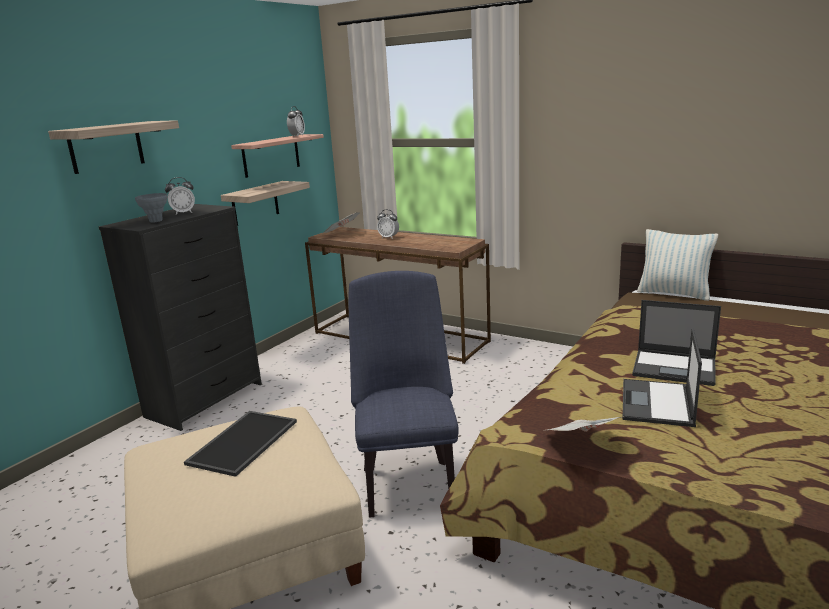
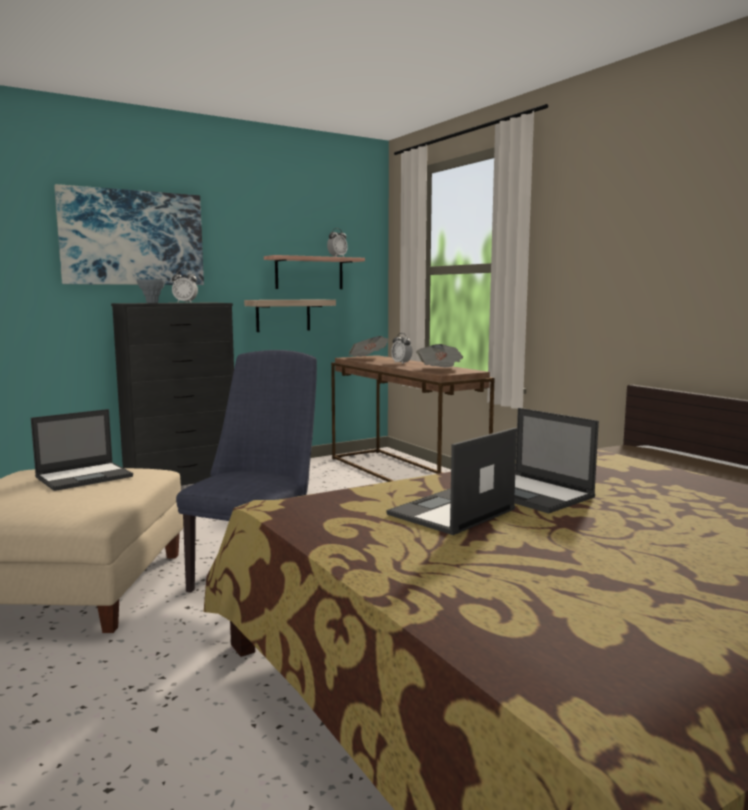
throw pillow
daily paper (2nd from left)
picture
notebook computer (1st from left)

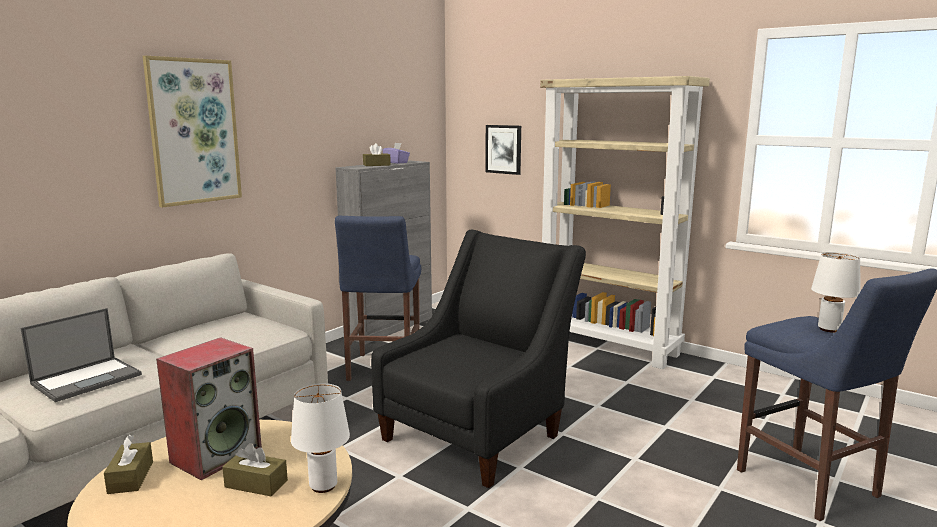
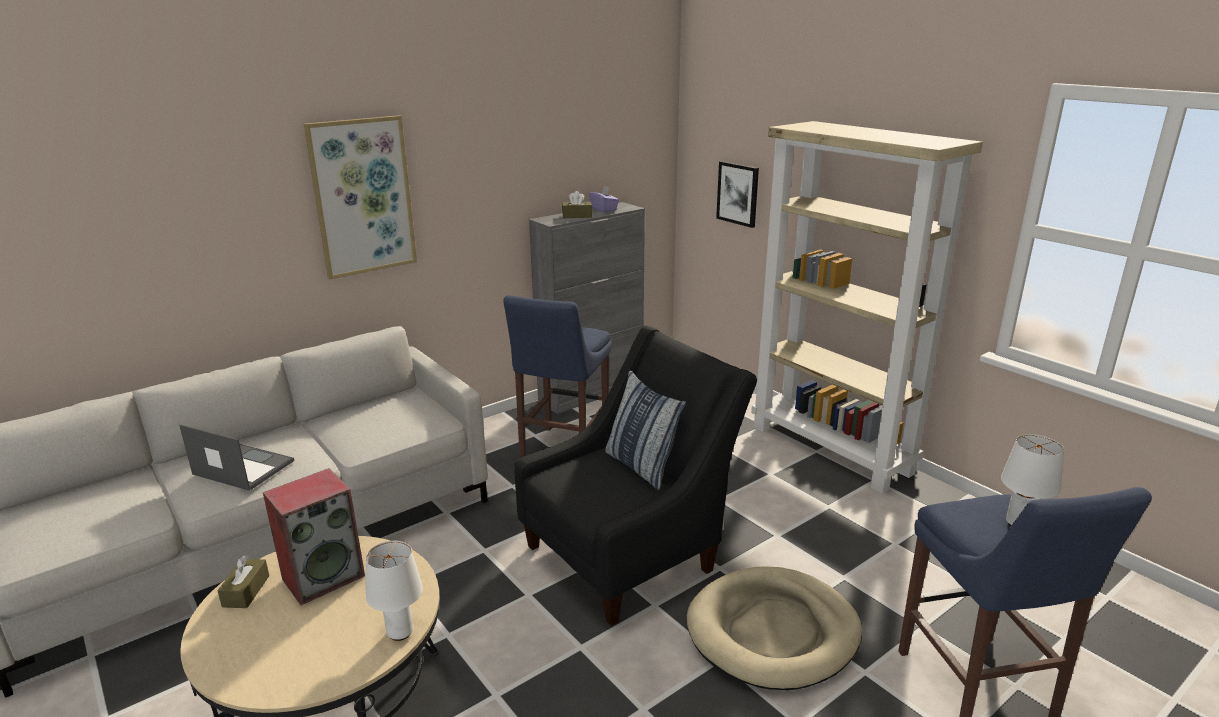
tissue holder (brown-coloured) (2nd from left in the first image)
throw pillow
pet bed (beige)
notebook computer

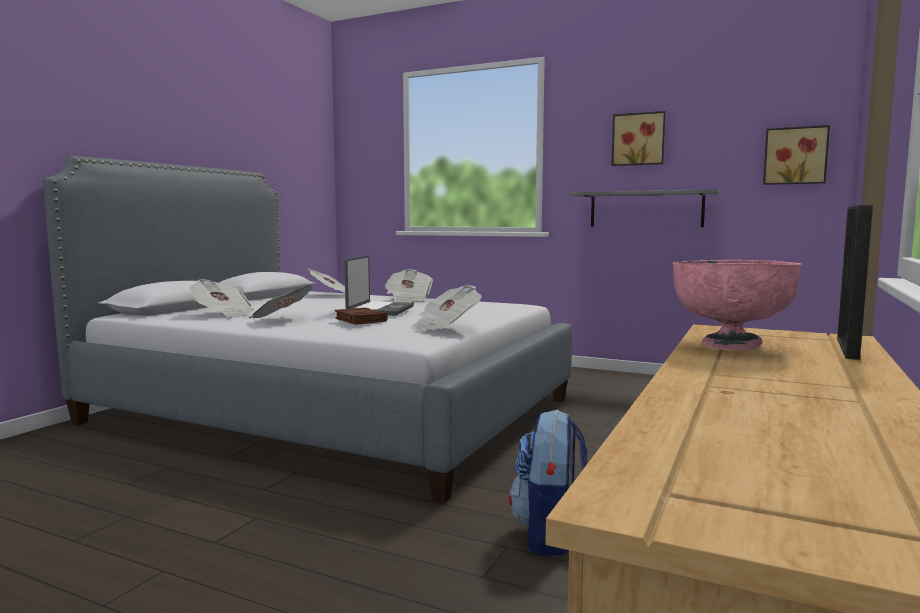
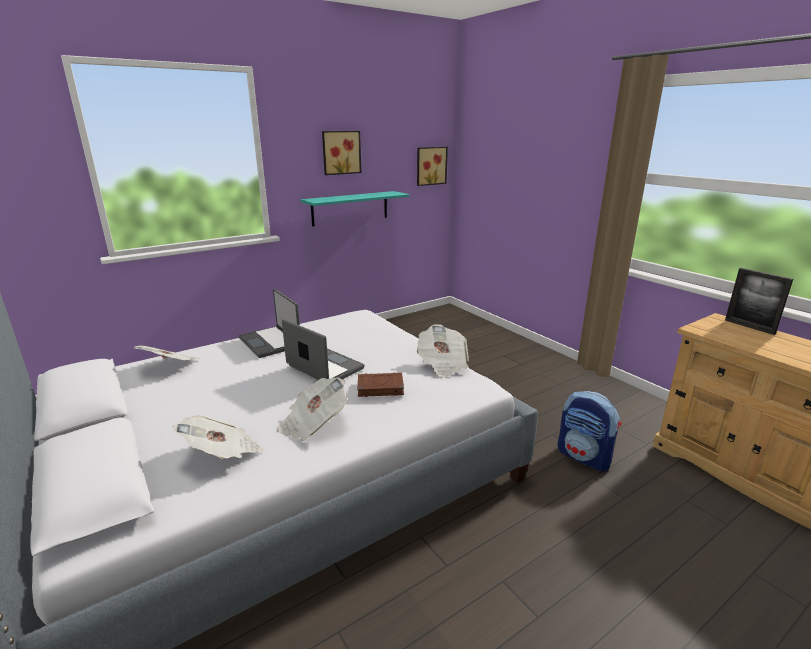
serving bowl (pinkish)
notebook computer (1st from left)
shelf (turquoise-coloured)

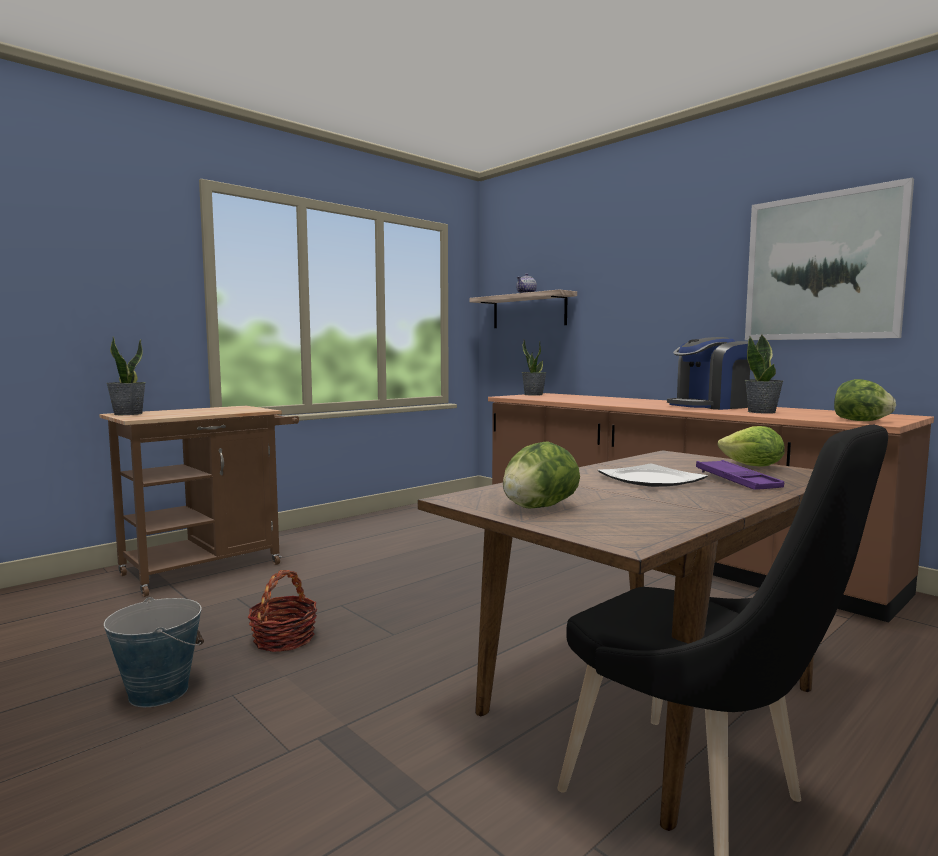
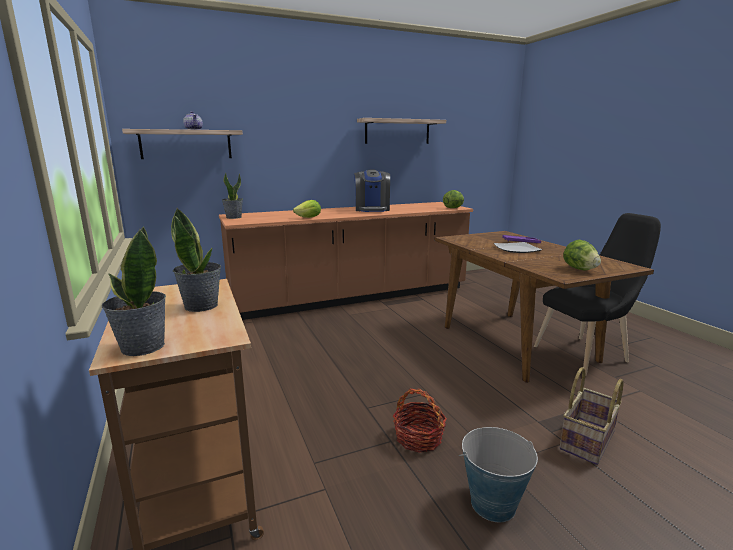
basket (2nd from left)
lettuce head (1st from left)
plant in a pot (2nd from left)
shelf (2nd from left)

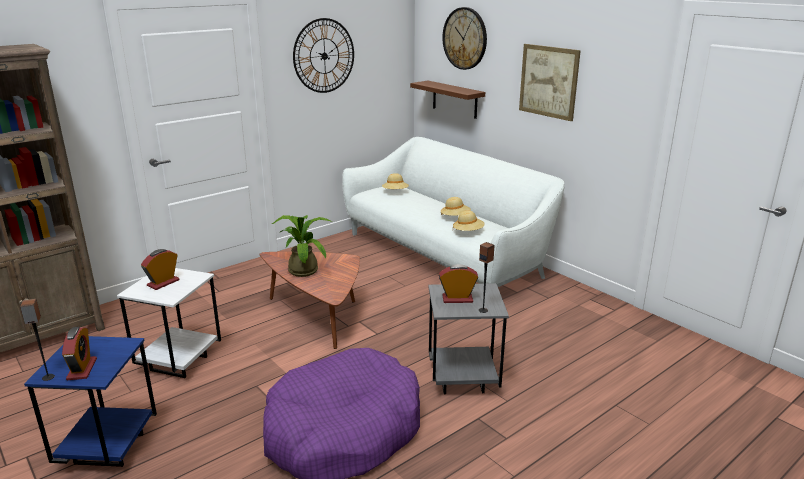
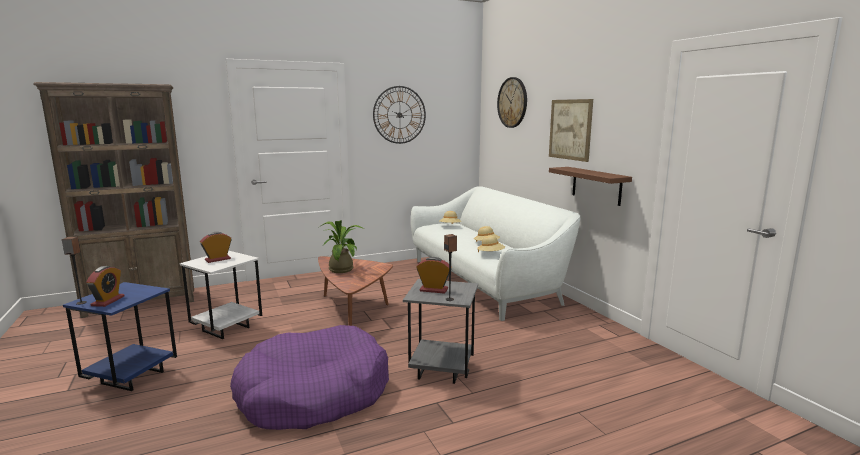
shelf (brown-coloured)

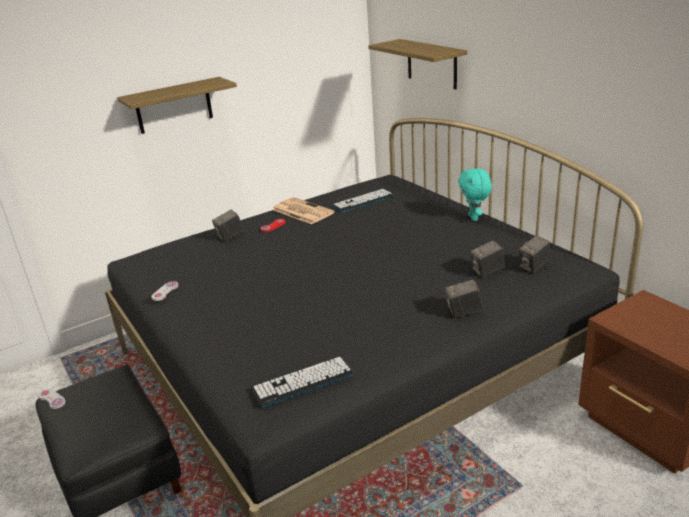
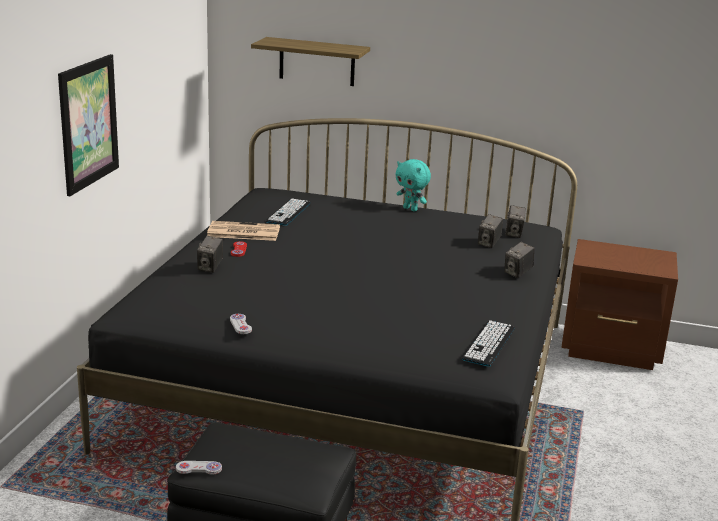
picture

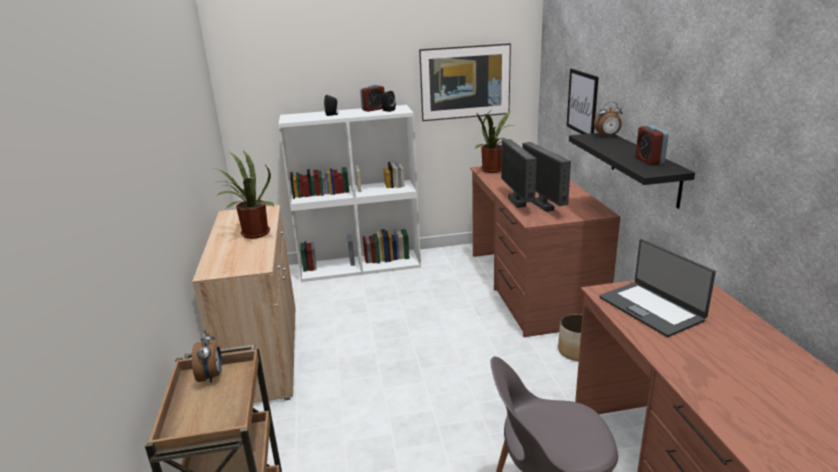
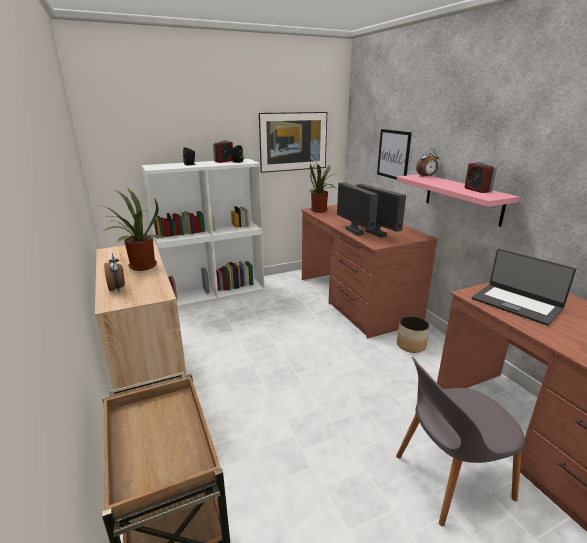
alarm clock (1st from left)
shelf (pinkish)

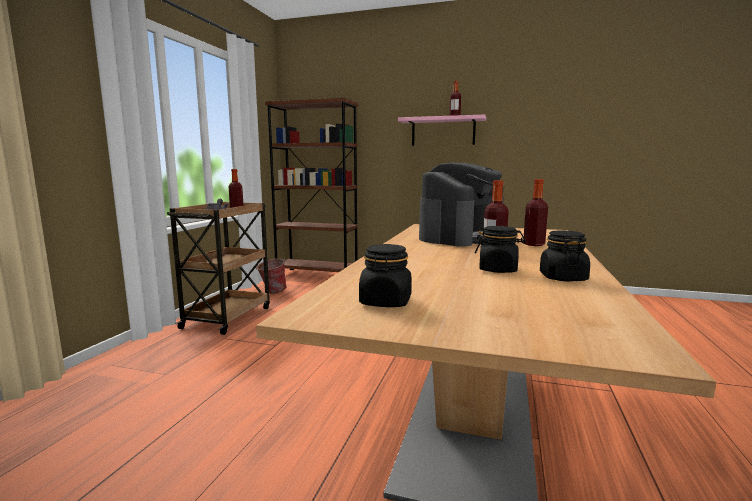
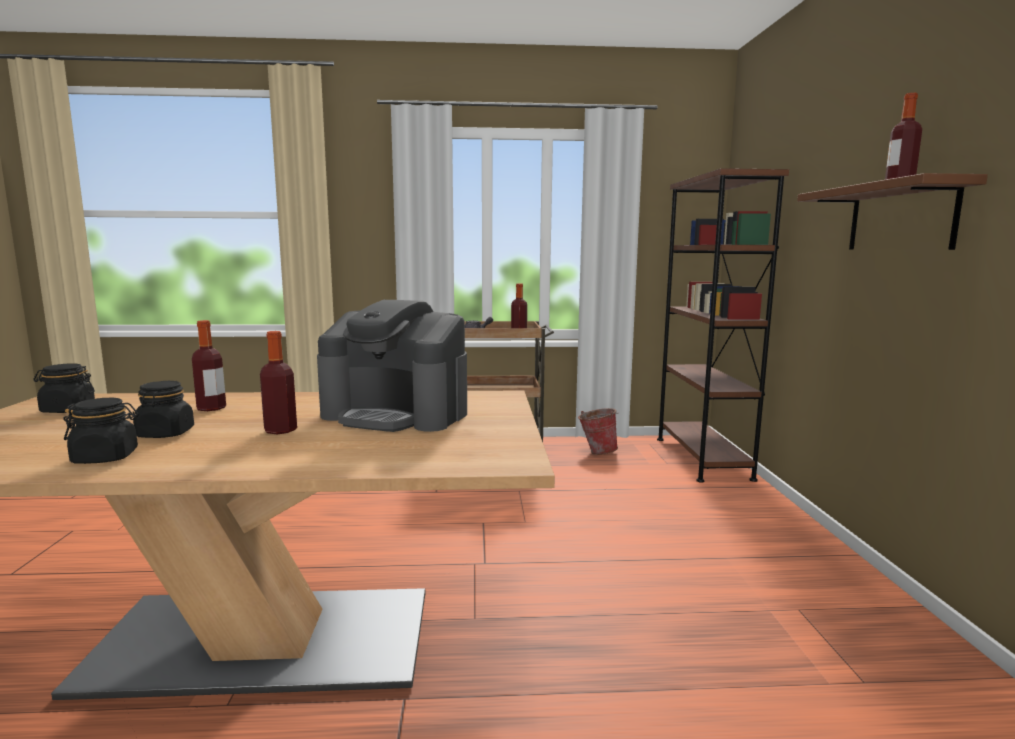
beverage bottle (1st from left)
shelf (brown-coloured)

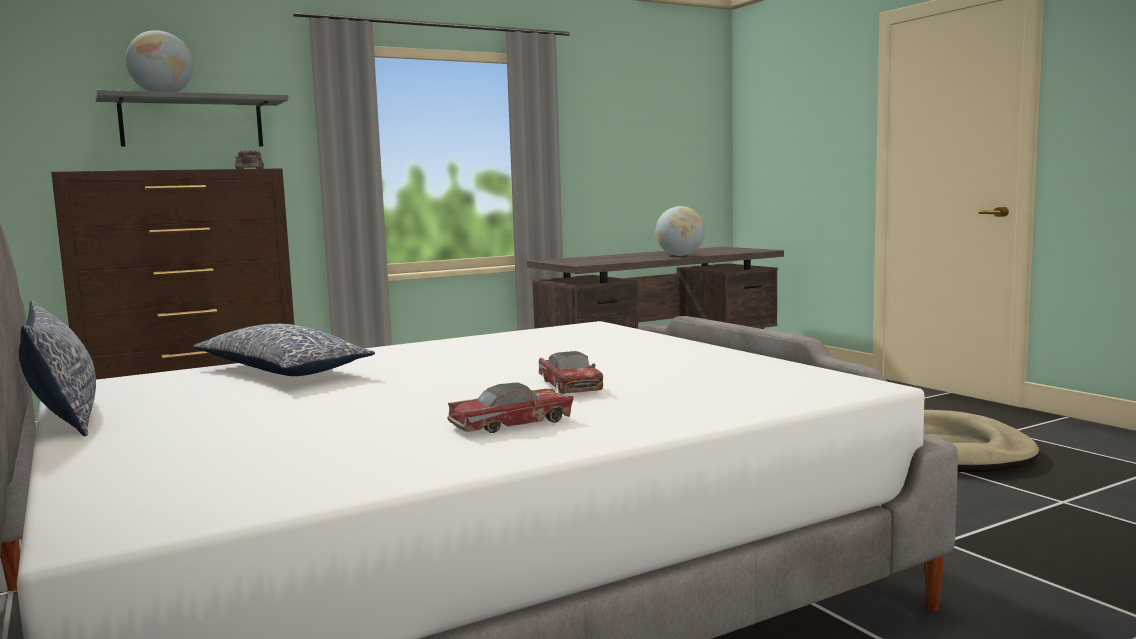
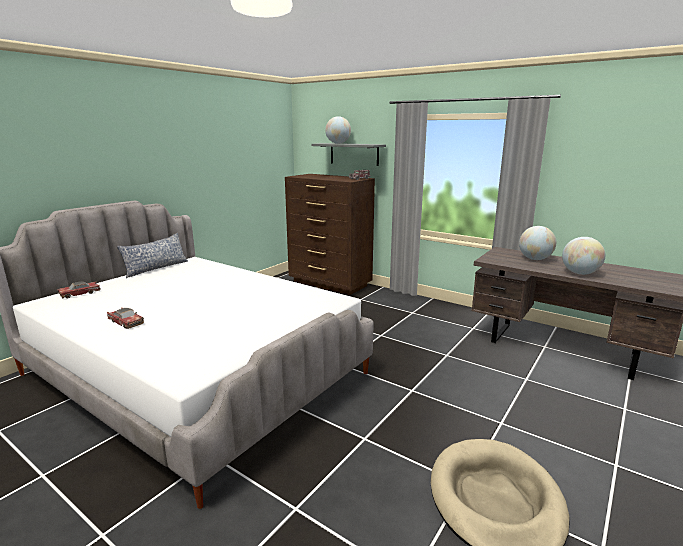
throw pillow (2nd from left in the first image)
globe (2nd from left)
miniature car (1st from left)

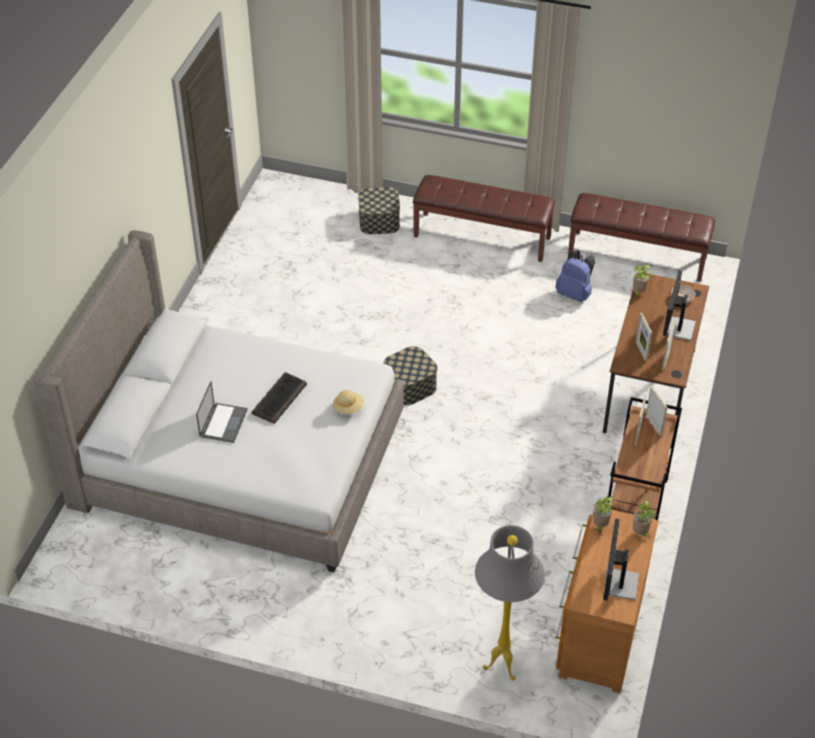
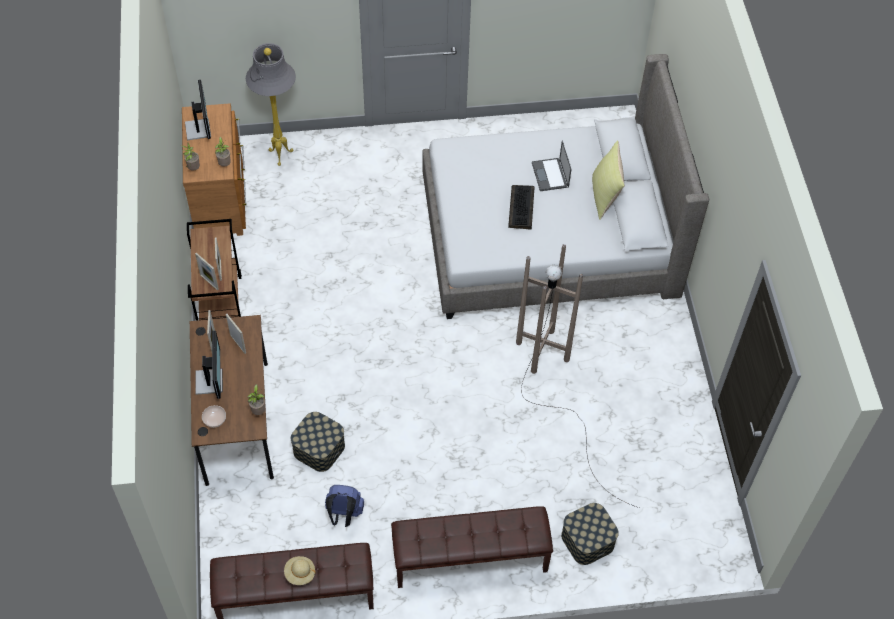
floor lamp (brown-coloured)
throw pillow (yellowish)
clothing hat (beige)
storage bin (1st from left)

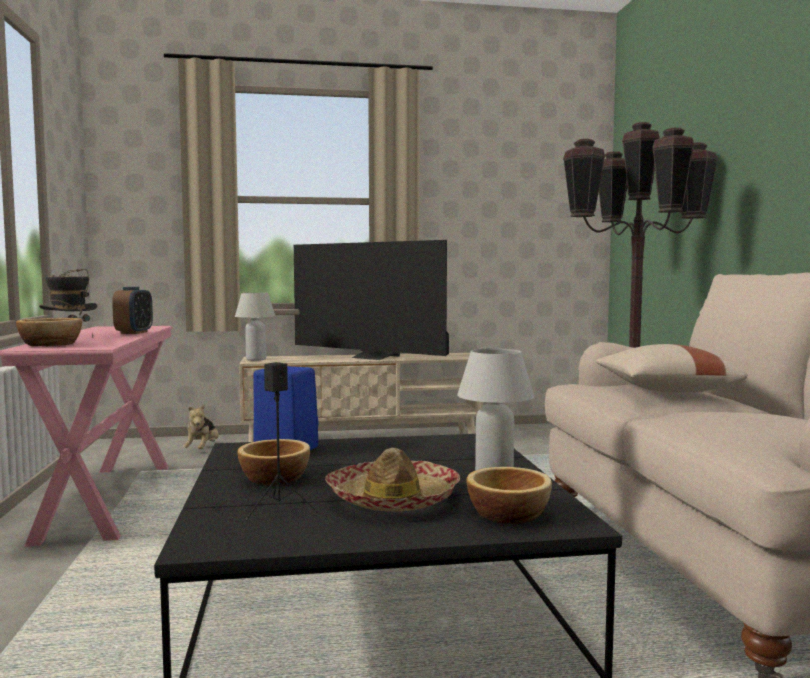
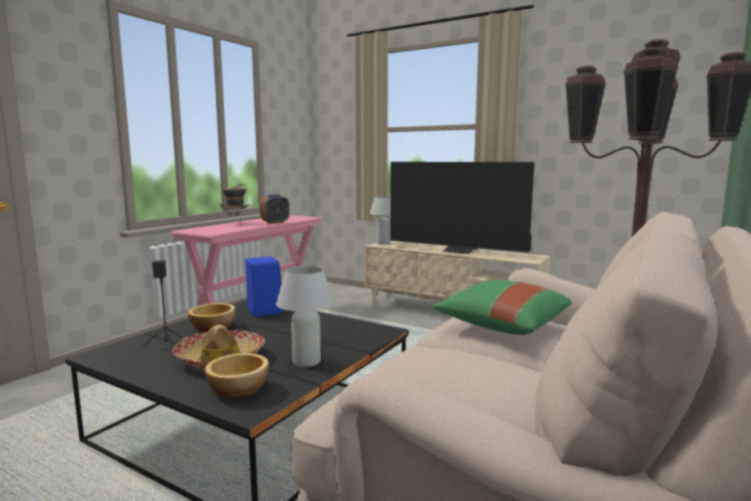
serving bowl (1st from left in the first image)
cuddly toy
throw pillow (green)
TV set

